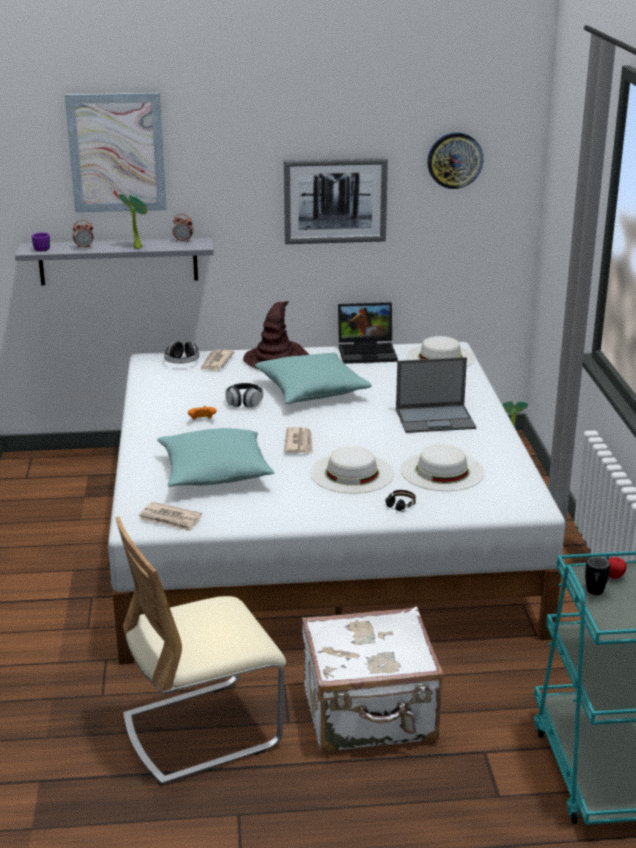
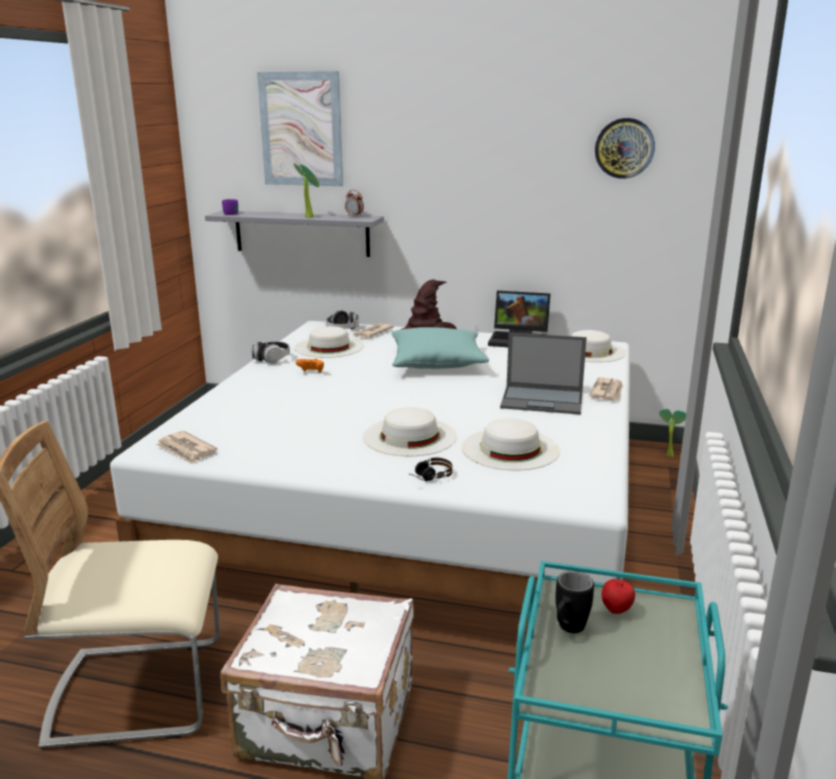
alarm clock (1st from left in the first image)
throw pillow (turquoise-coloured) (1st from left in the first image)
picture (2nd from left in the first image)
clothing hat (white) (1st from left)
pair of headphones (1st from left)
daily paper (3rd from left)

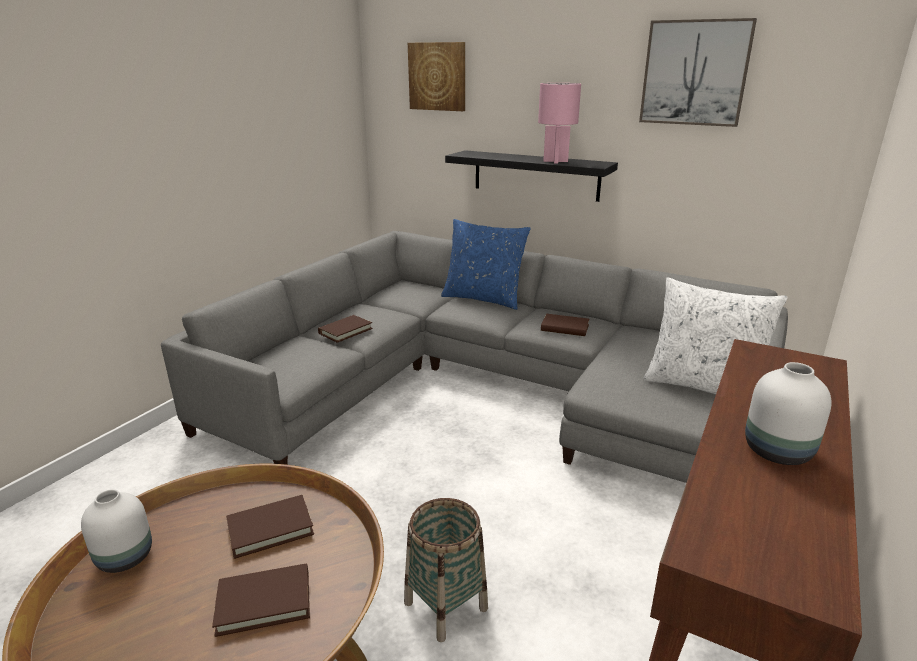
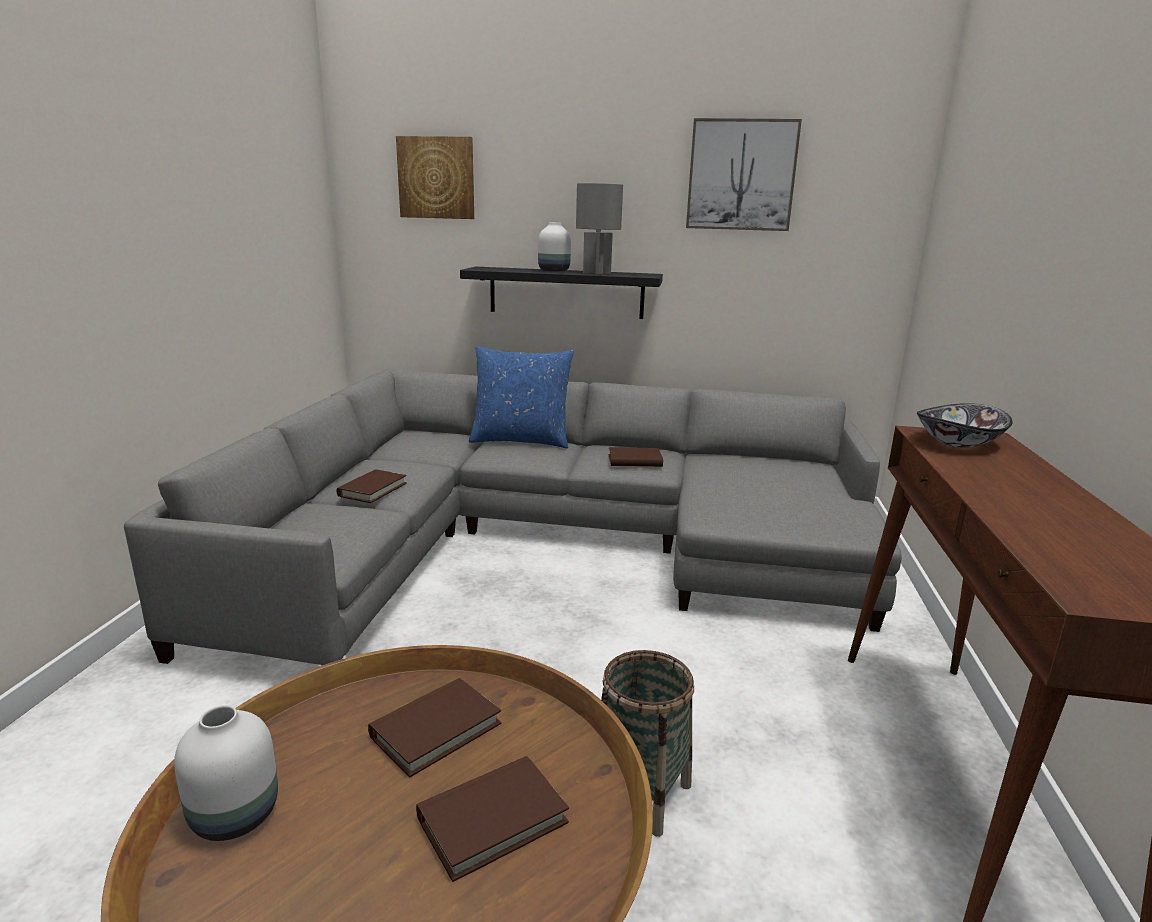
throw pillow (white)
serving bowl
decorative vase (white) (2nd from left)
tabletop lamp (gray)

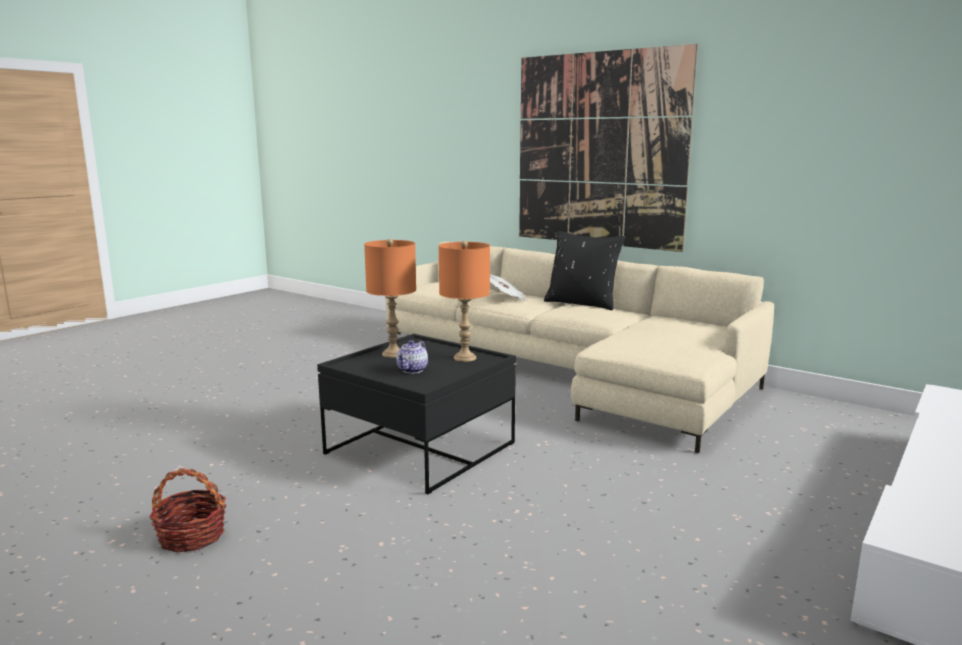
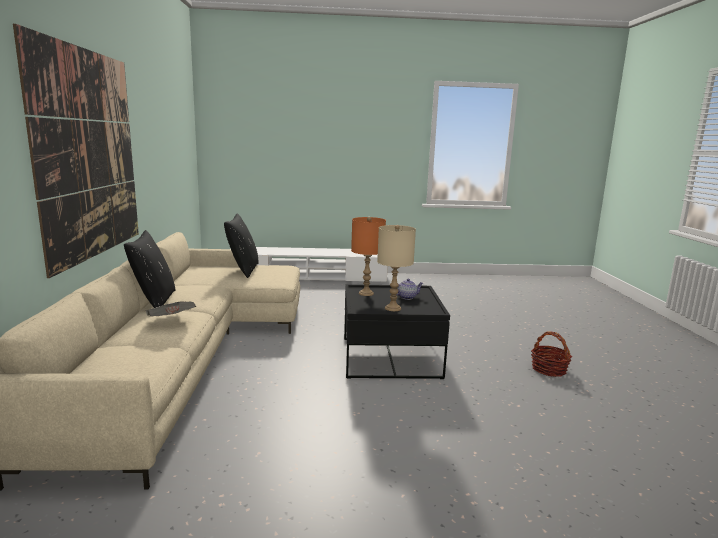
throw pillow (black-coloured) (2nd from left)
tabletop lamp (beige)

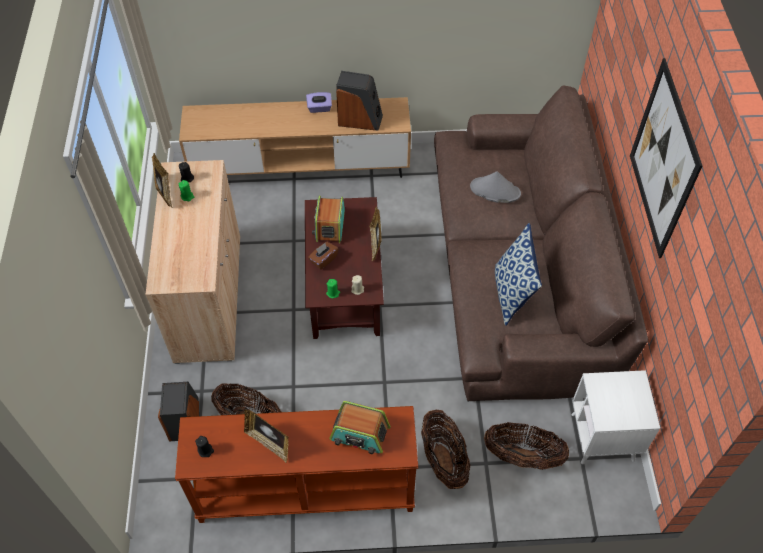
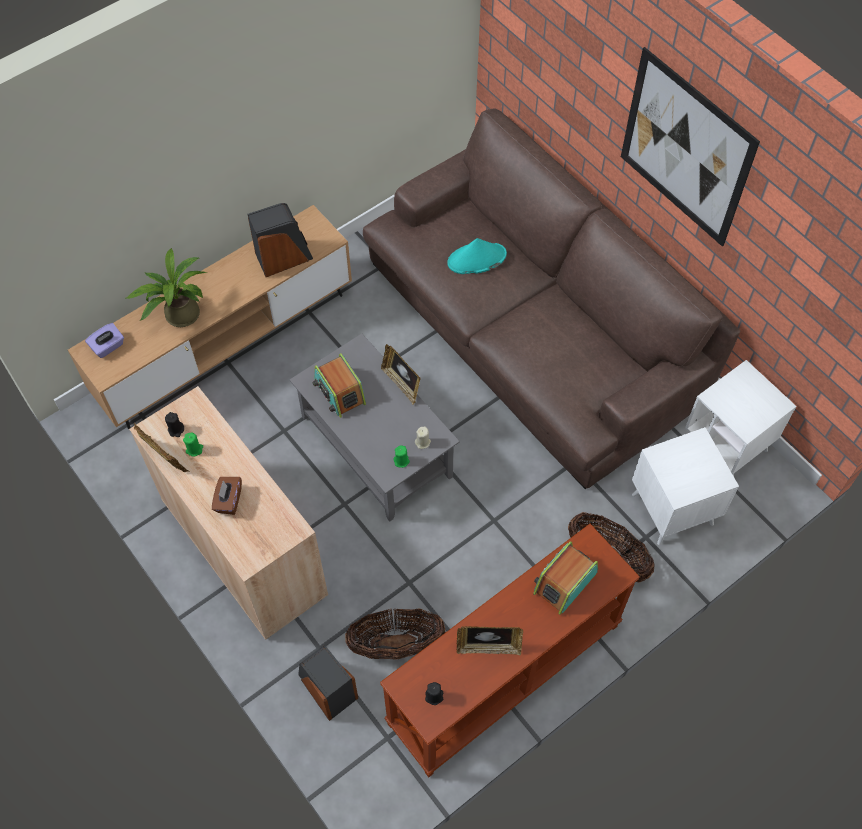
throw pillow
plant in a pot
tissue holder (purplish)
tissue holder (brown-coloured)
accent table (white) (1st from left)
lounge table (gray)
clothing hat (turquoise-coloured)
radio (2nd from left)

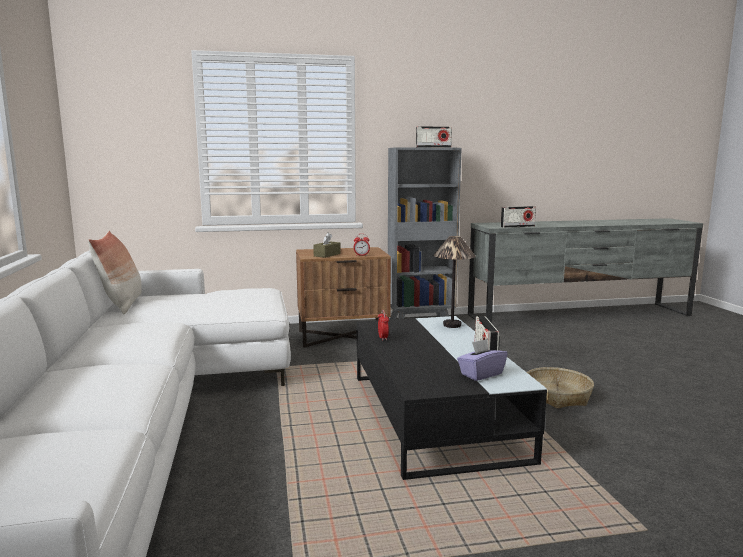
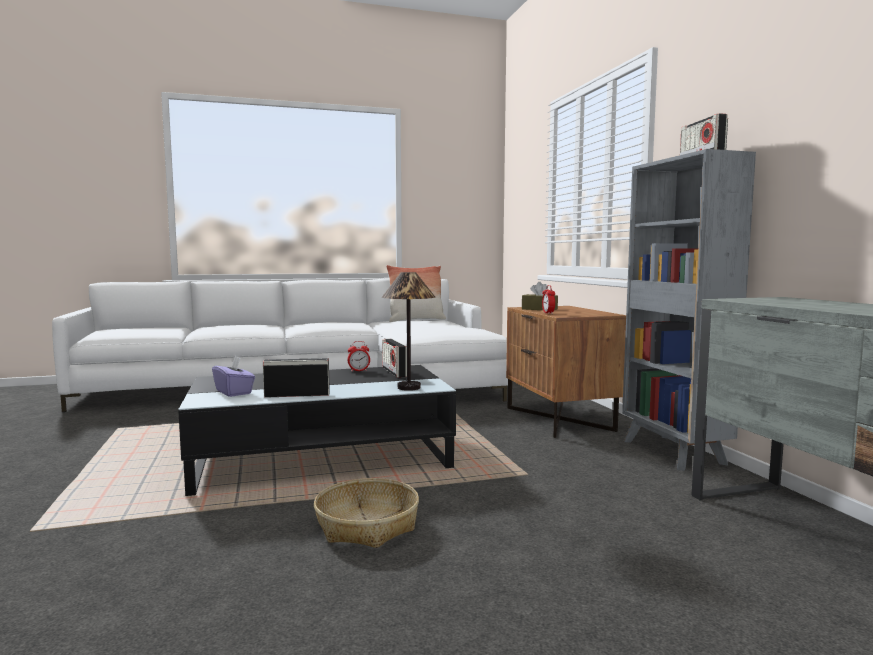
radio (2nd from left)

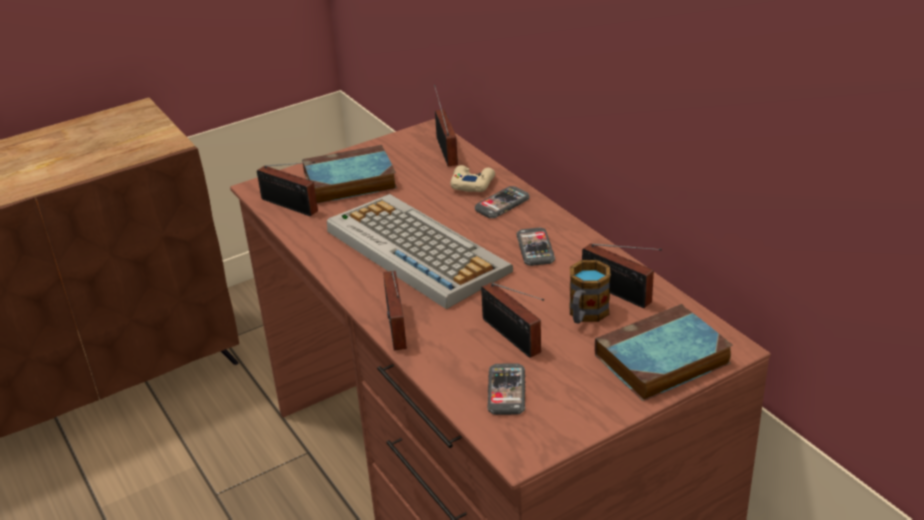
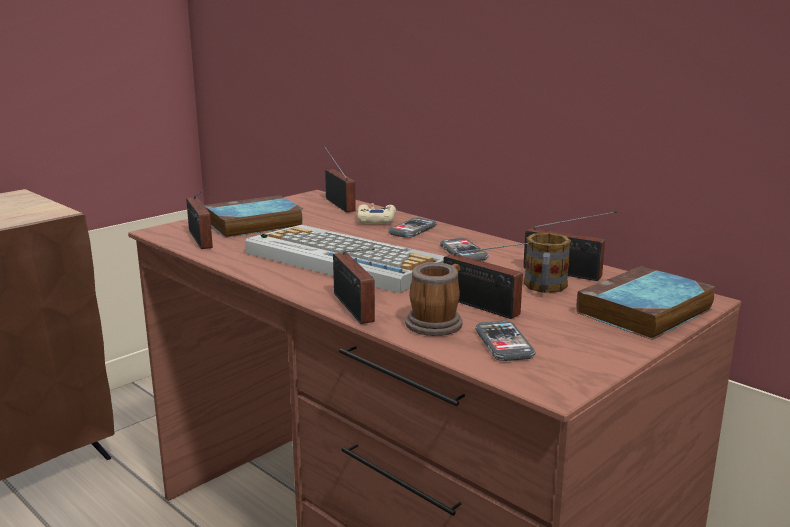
mug (1st from left)
radio (1st from left)

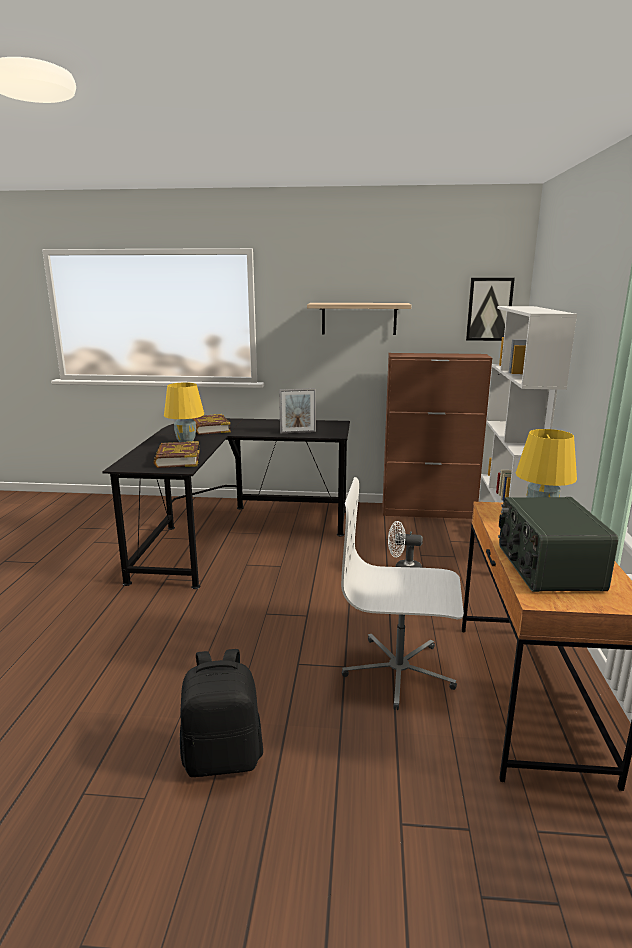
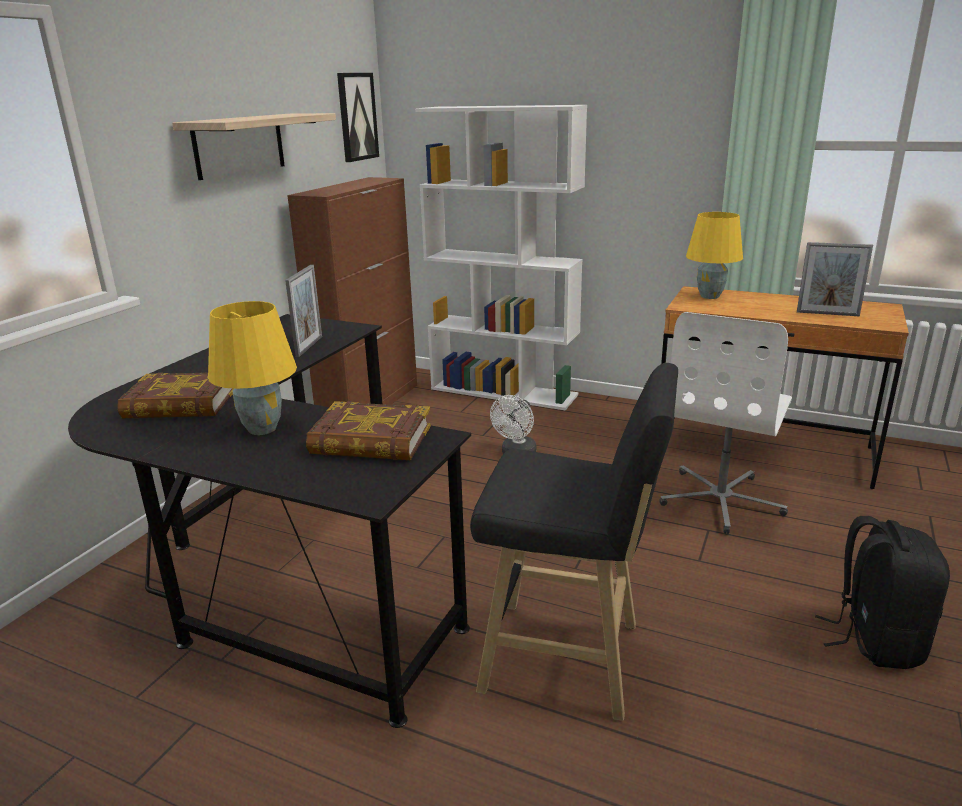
stool seat (black-coloured)
photo frame (2nd from left)

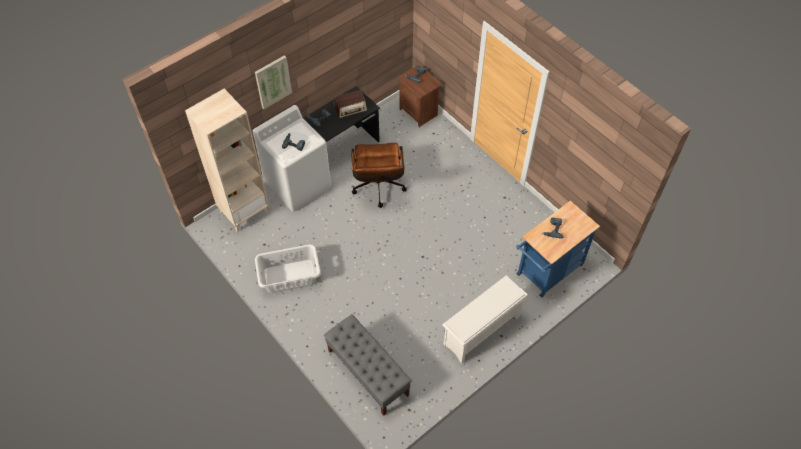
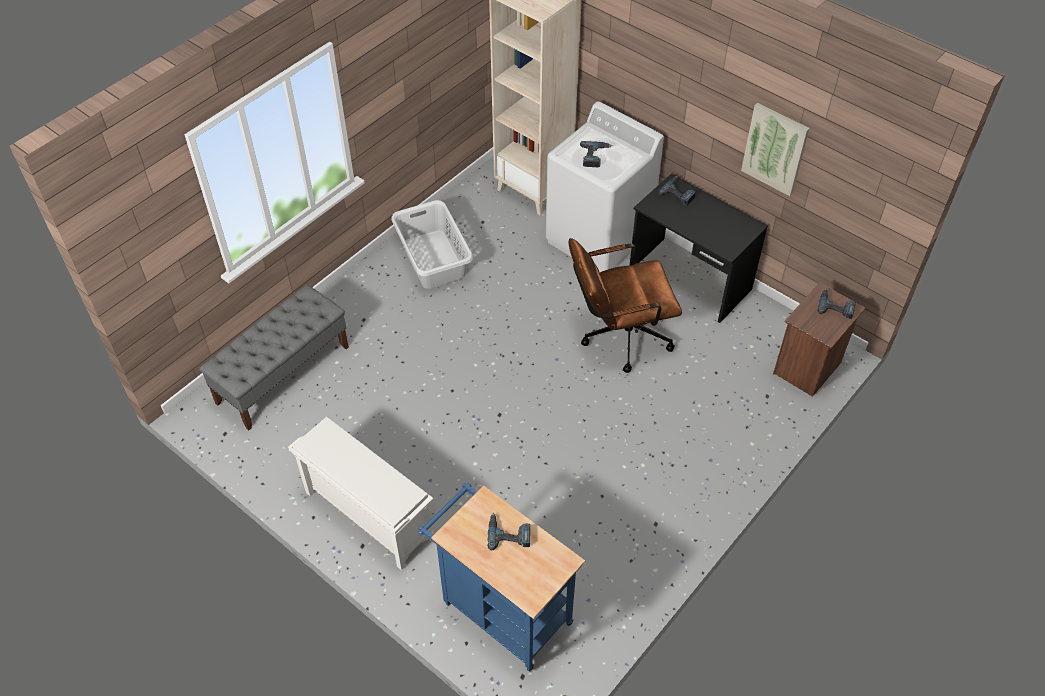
radio
picture

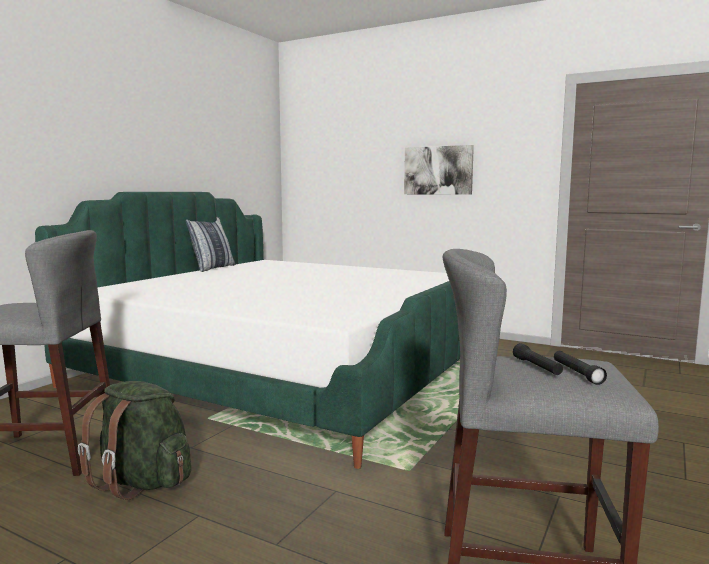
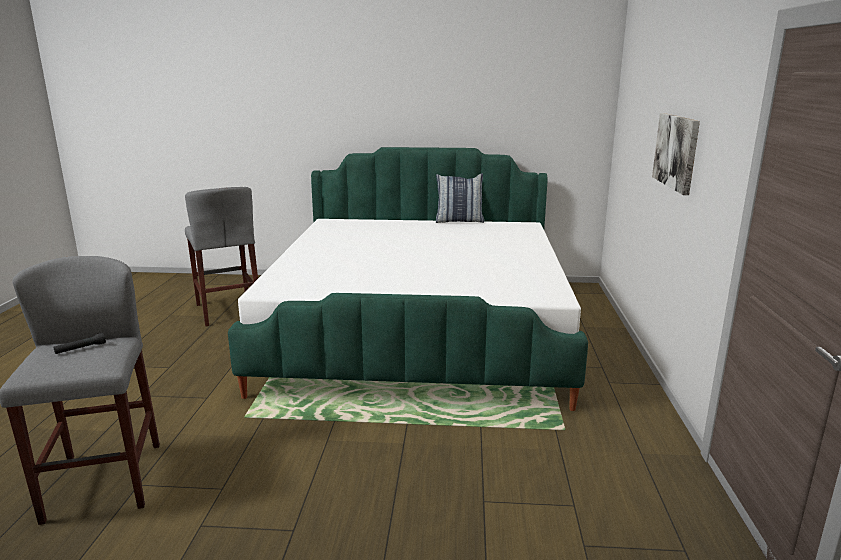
rucksack (green)
torch (black-coloured) (2nd from left in the first image)

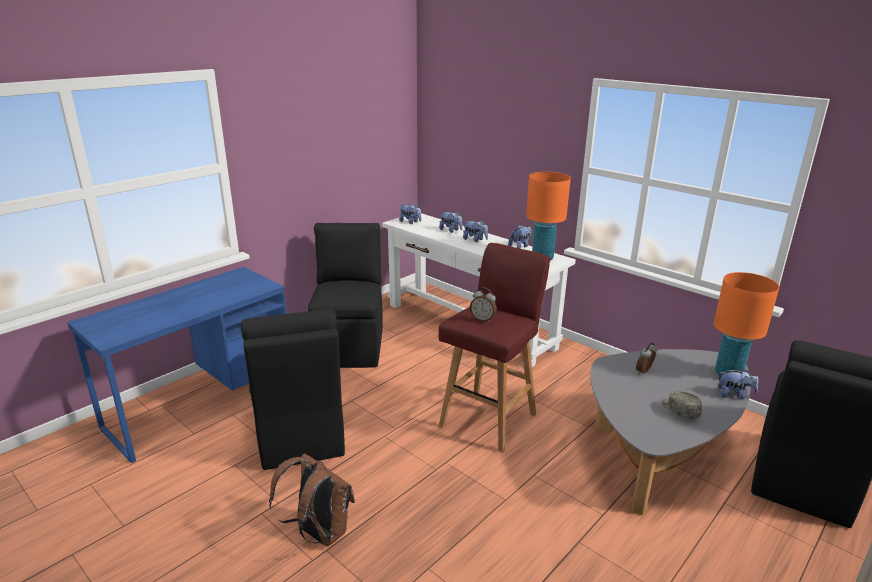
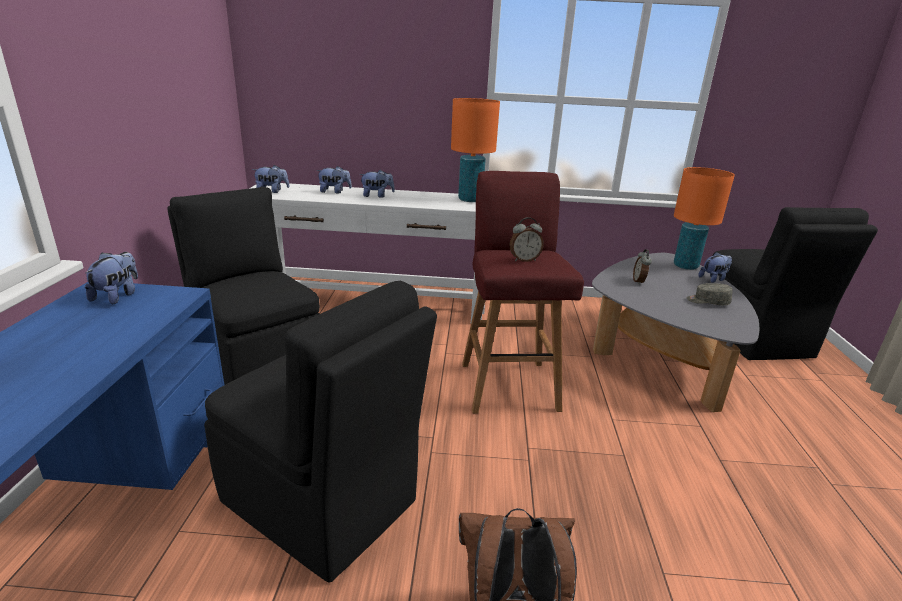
cuddly toy (1st from left)

